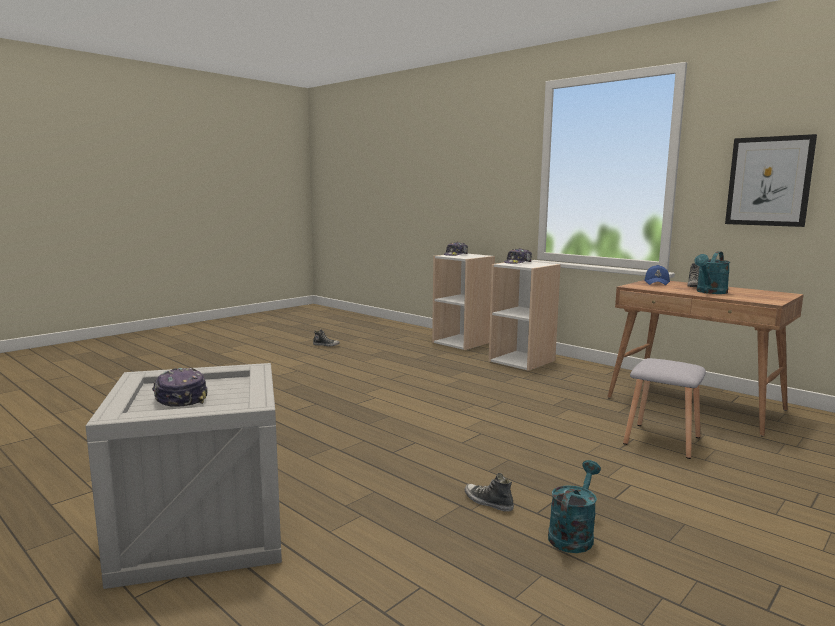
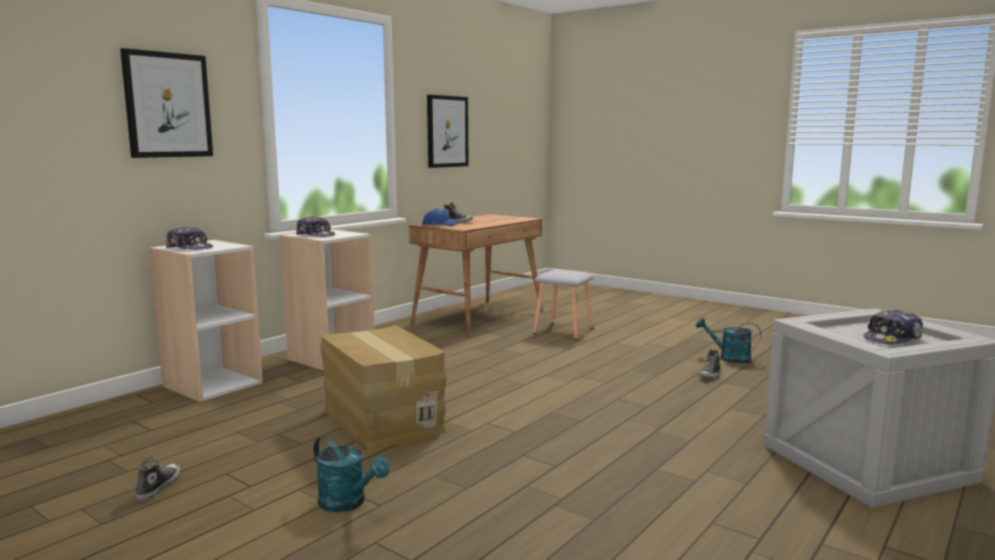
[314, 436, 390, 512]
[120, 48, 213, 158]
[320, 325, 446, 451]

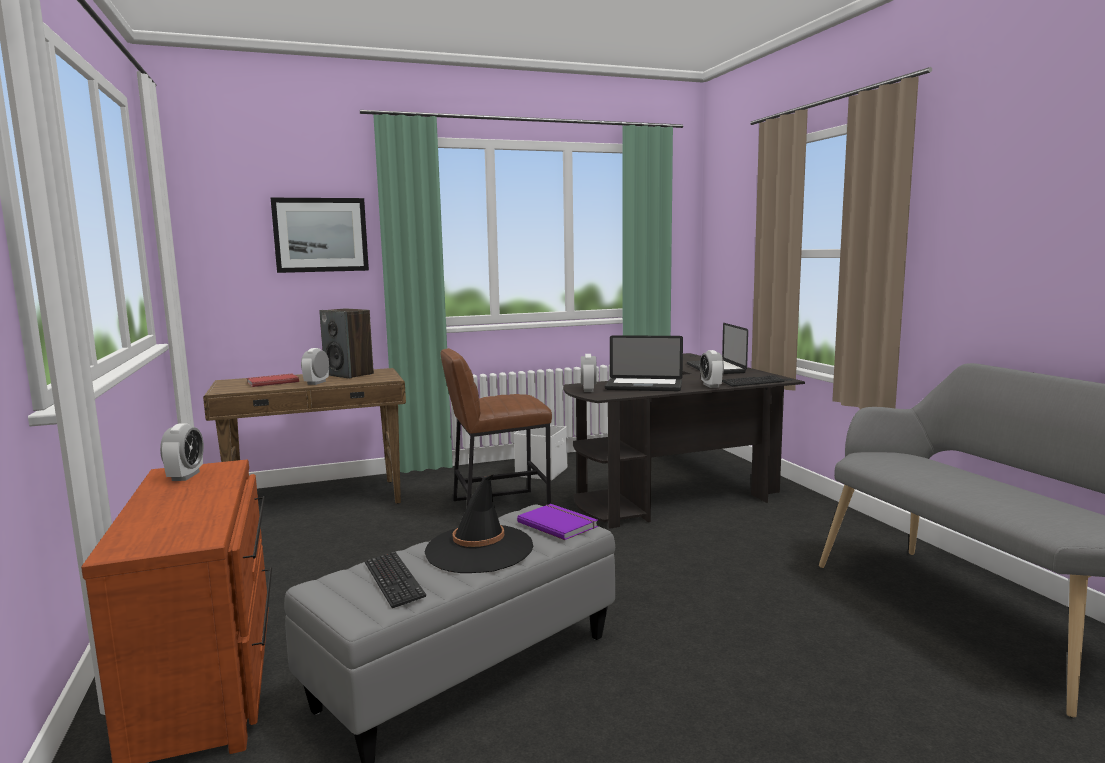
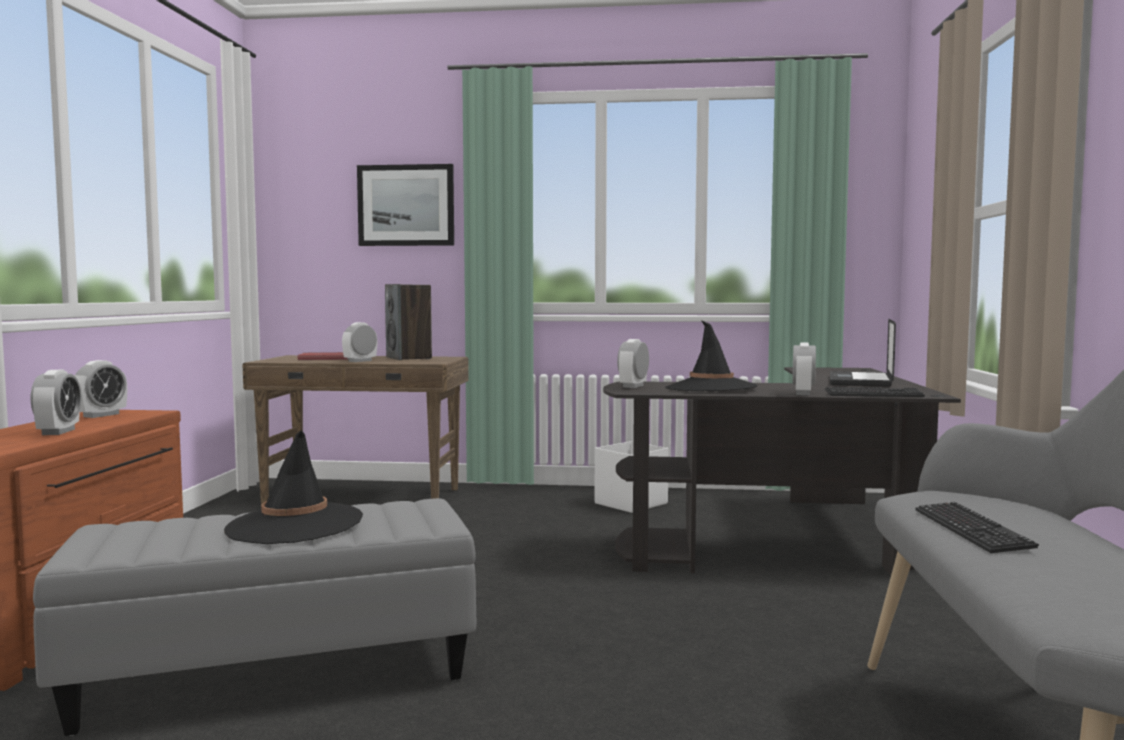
[915, 502, 1039, 553]
[440, 348, 552, 508] (first image)
[517, 504, 598, 540] (first image)
[665, 320, 758, 391]
[31, 370, 81, 435]

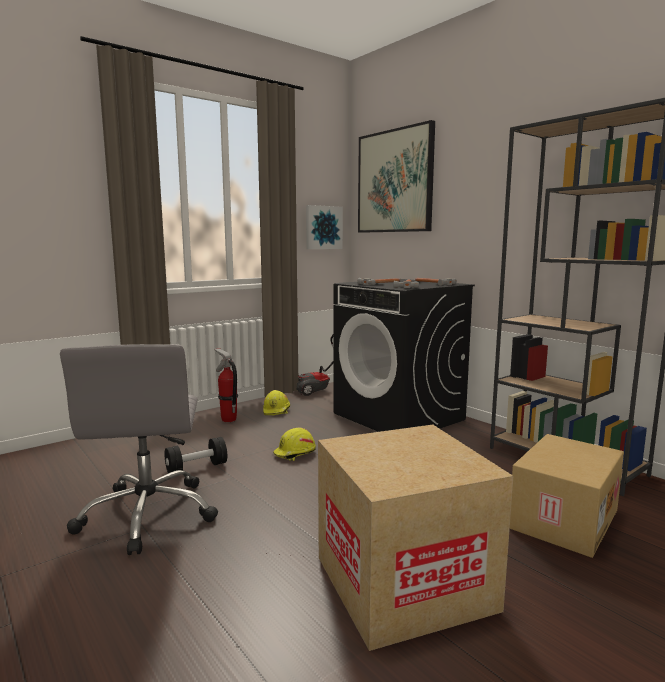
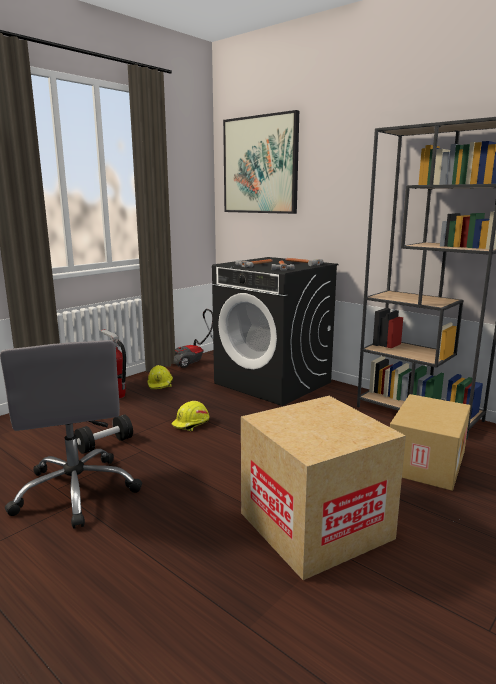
[306, 205, 343, 249] (first image)

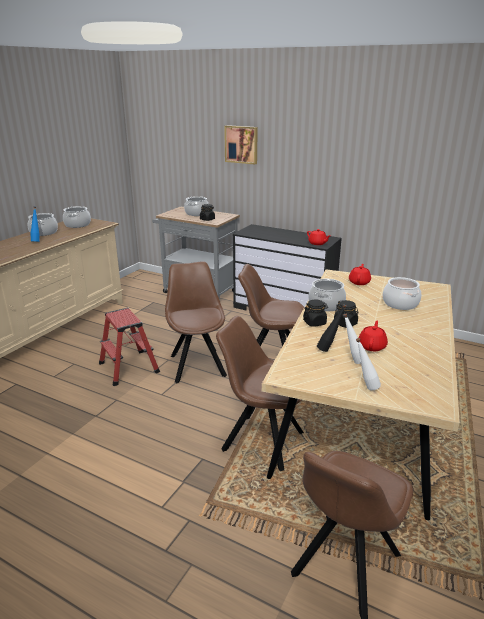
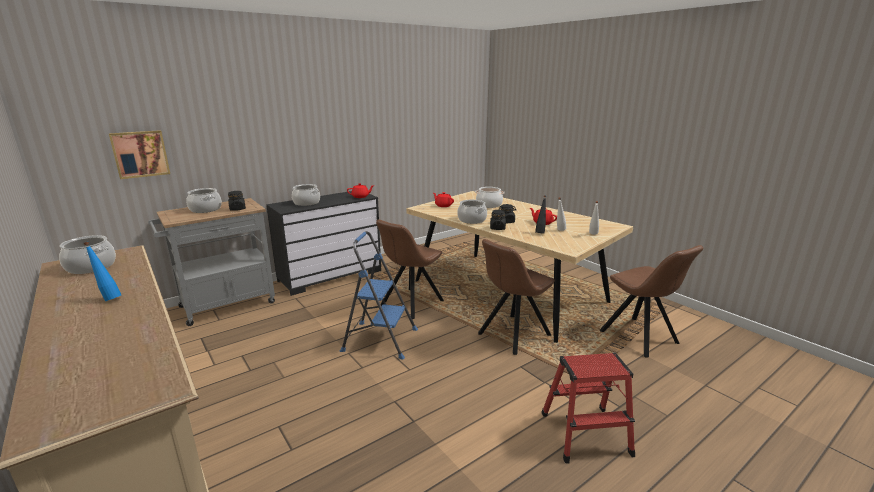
[292, 184, 320, 206]
[542, 352, 635, 464]
[340, 231, 418, 360]
[109, 130, 170, 179]

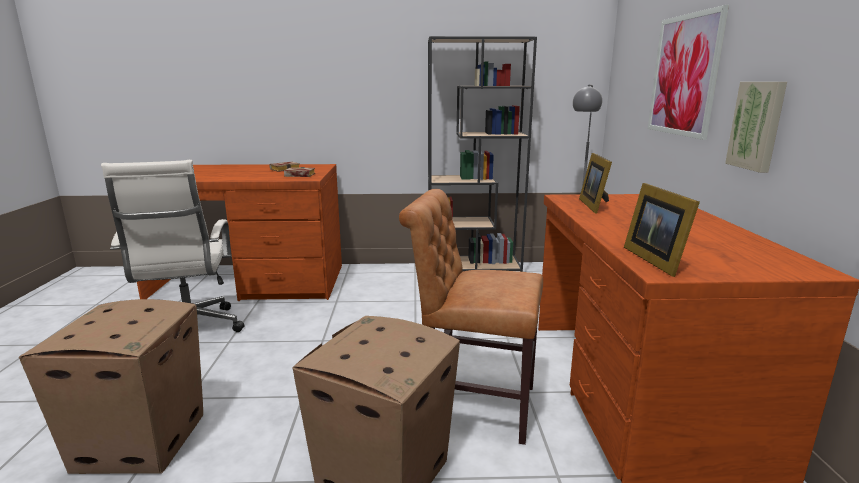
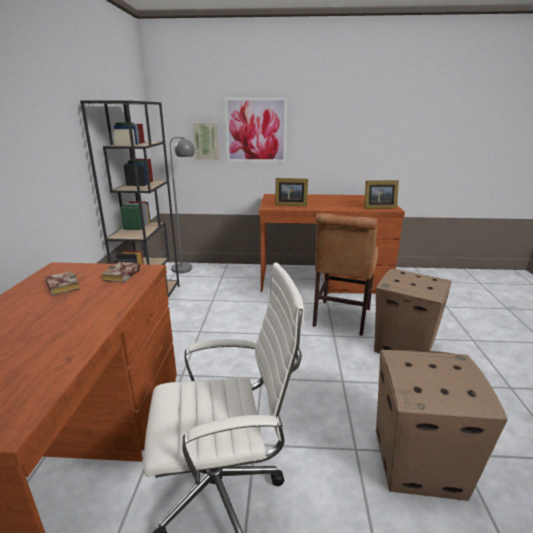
[193, 123, 219, 160]

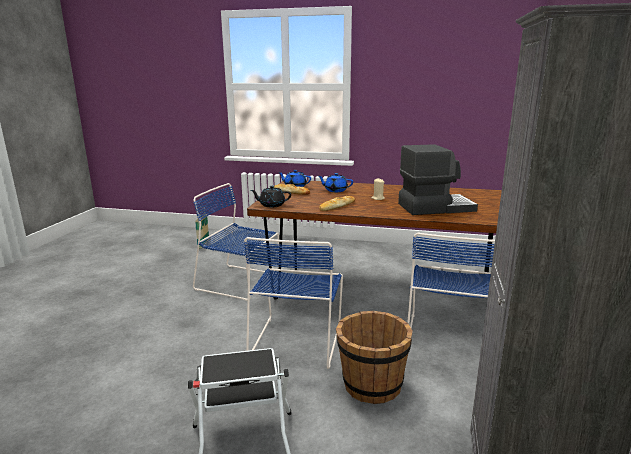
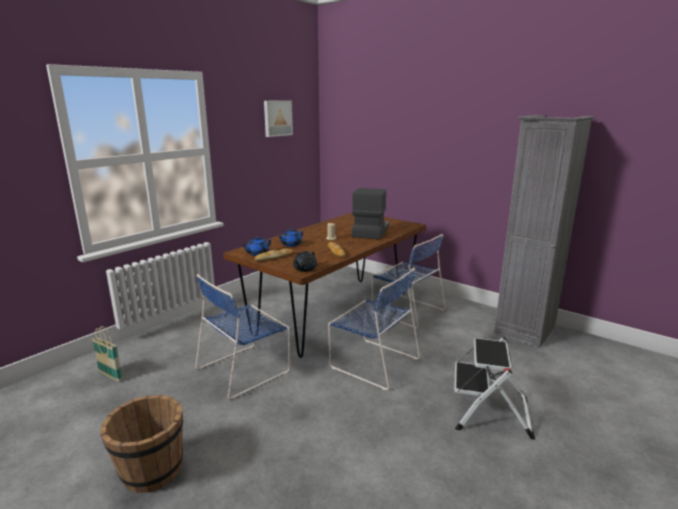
[100, 395, 183, 493]
[264, 100, 293, 137]

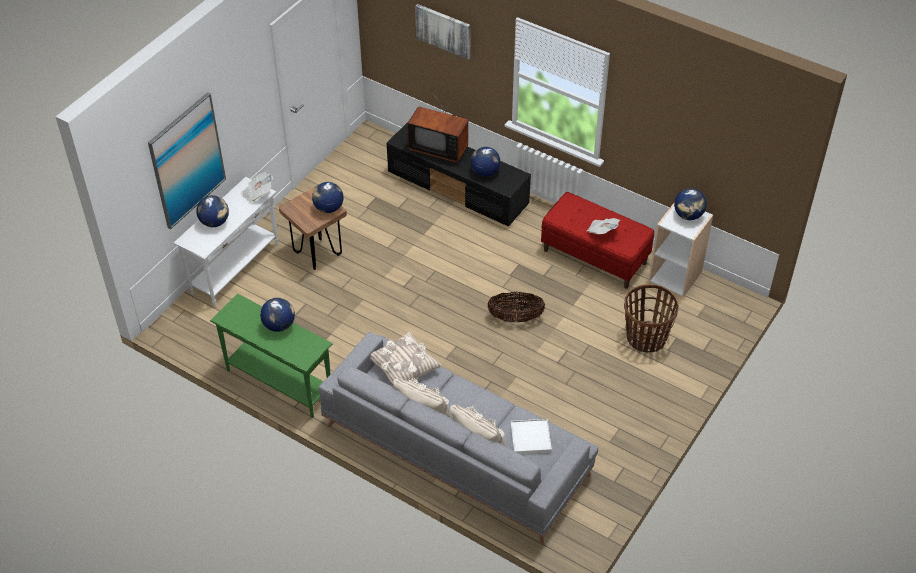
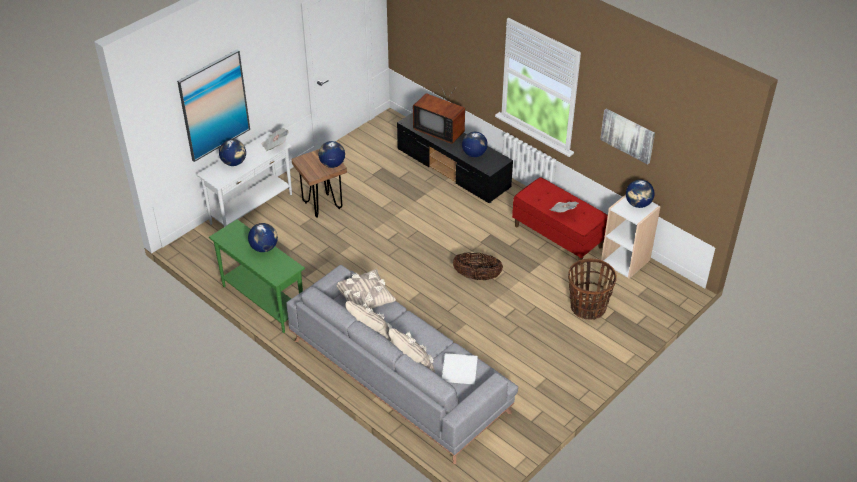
[600, 108, 655, 165]

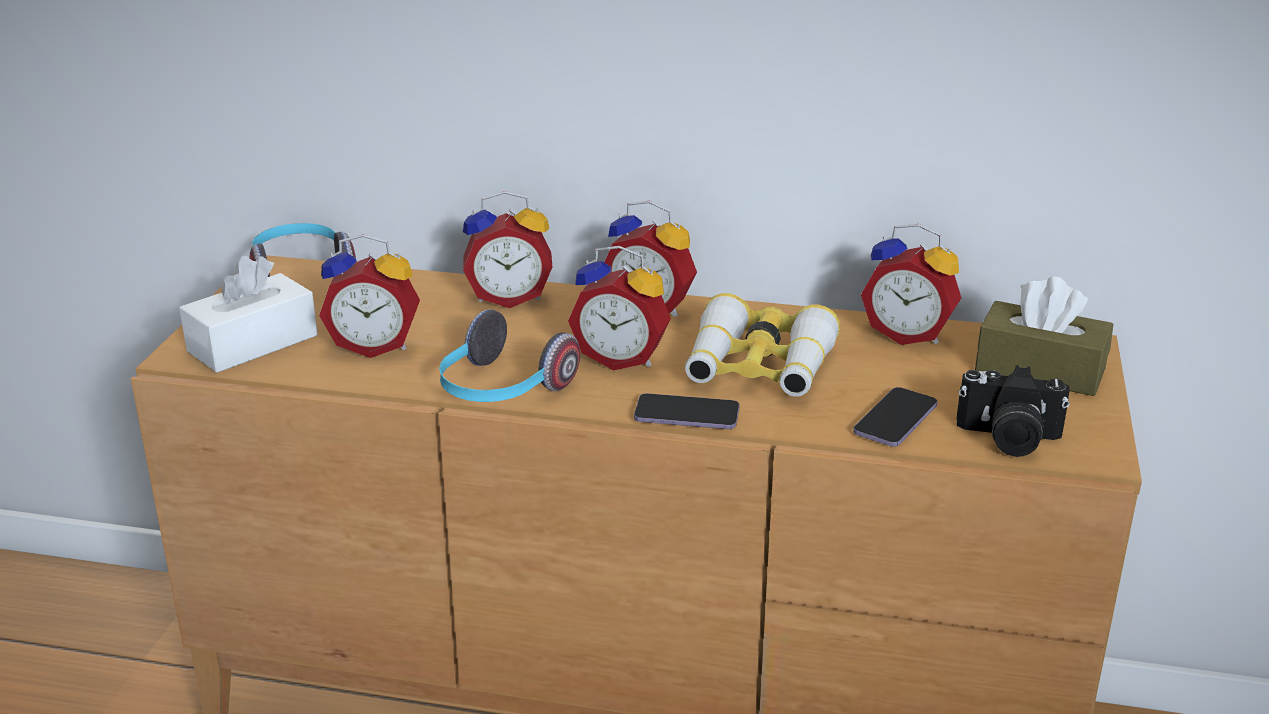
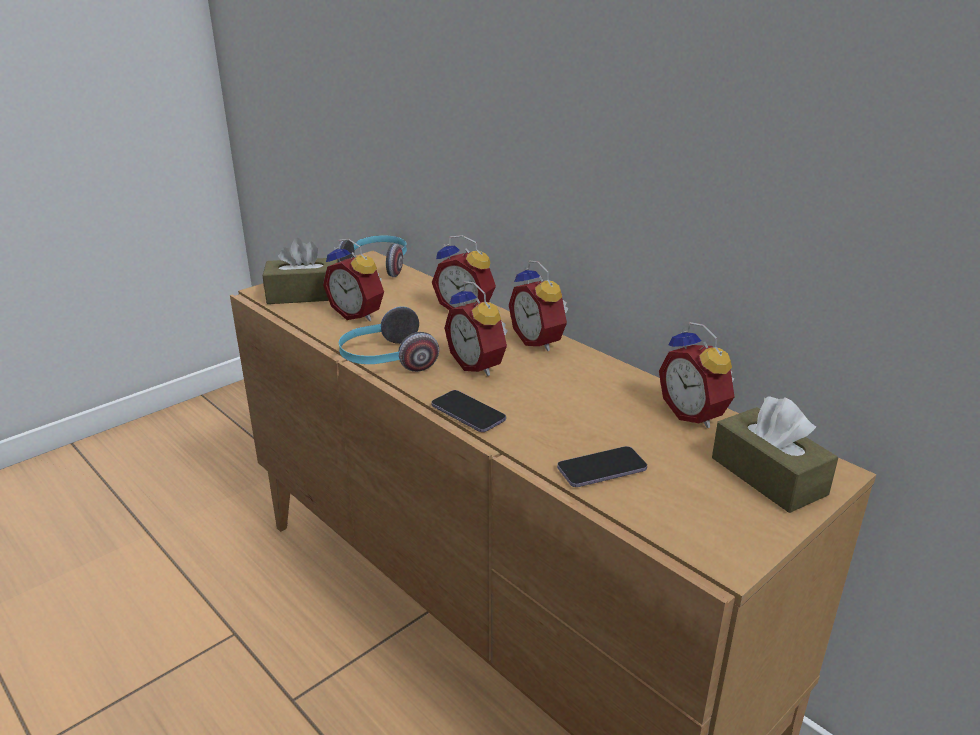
[263, 238, 338, 304]
[685, 293, 840, 397] (first image)
[956, 365, 1070, 457] (first image)

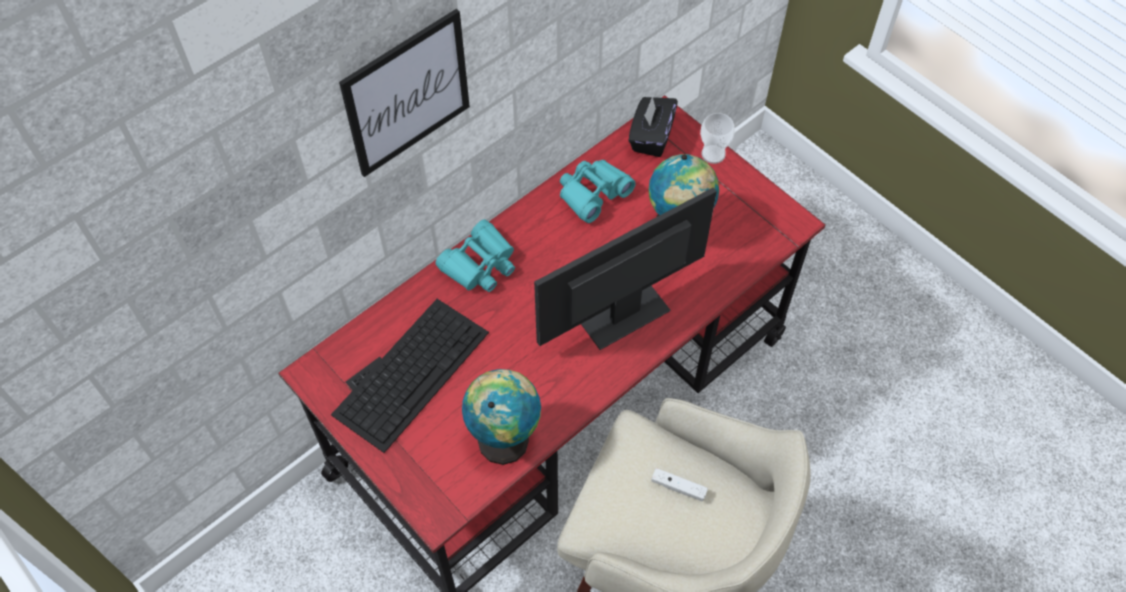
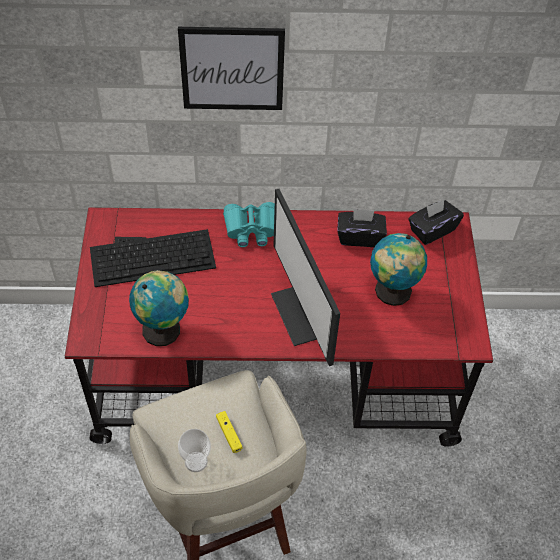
[271, 189, 340, 366]
[337, 208, 387, 247]
[216, 411, 243, 453]
[178, 429, 211, 472]

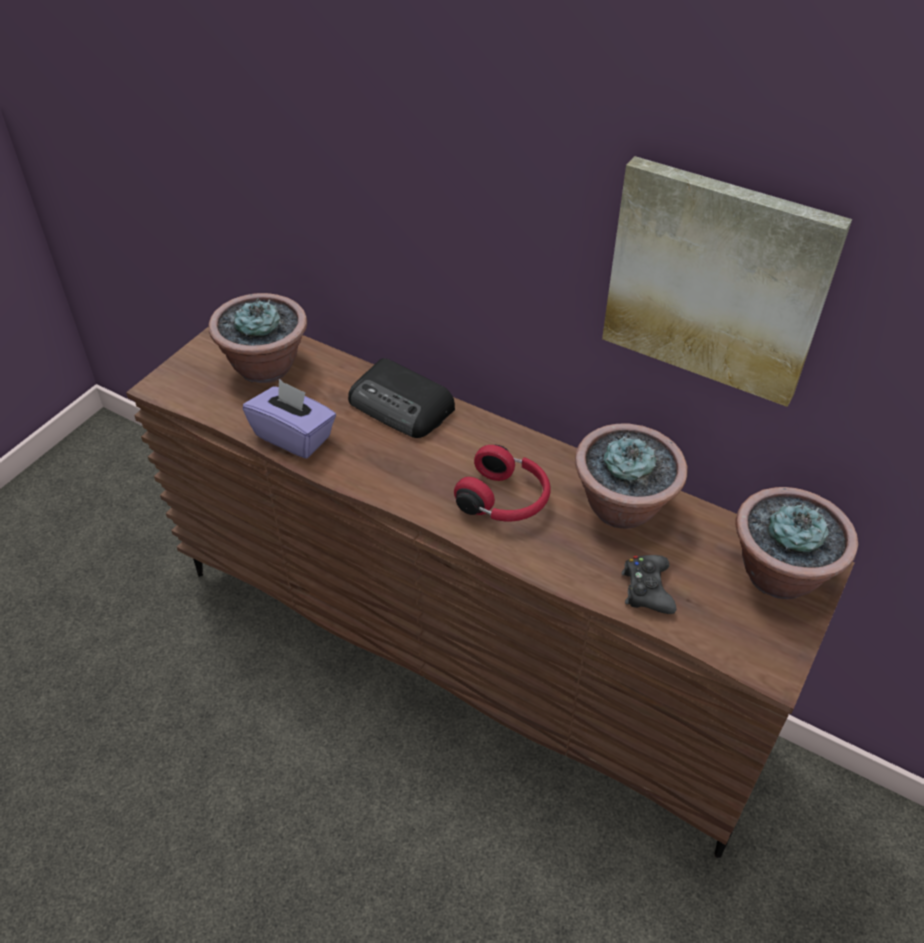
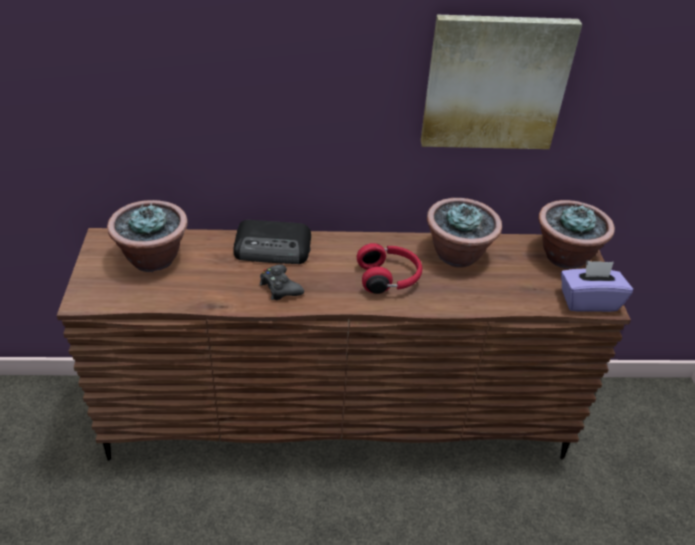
[561, 260, 633, 312]
[260, 264, 304, 300]

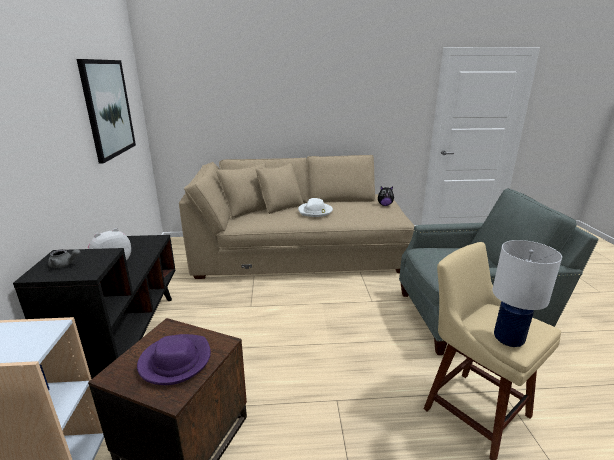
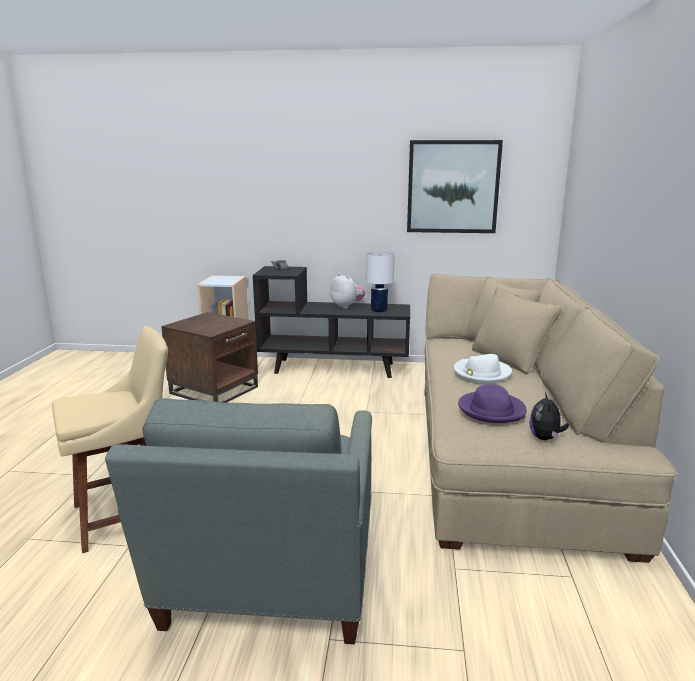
[458, 384, 526, 423]
[366, 252, 394, 312]

